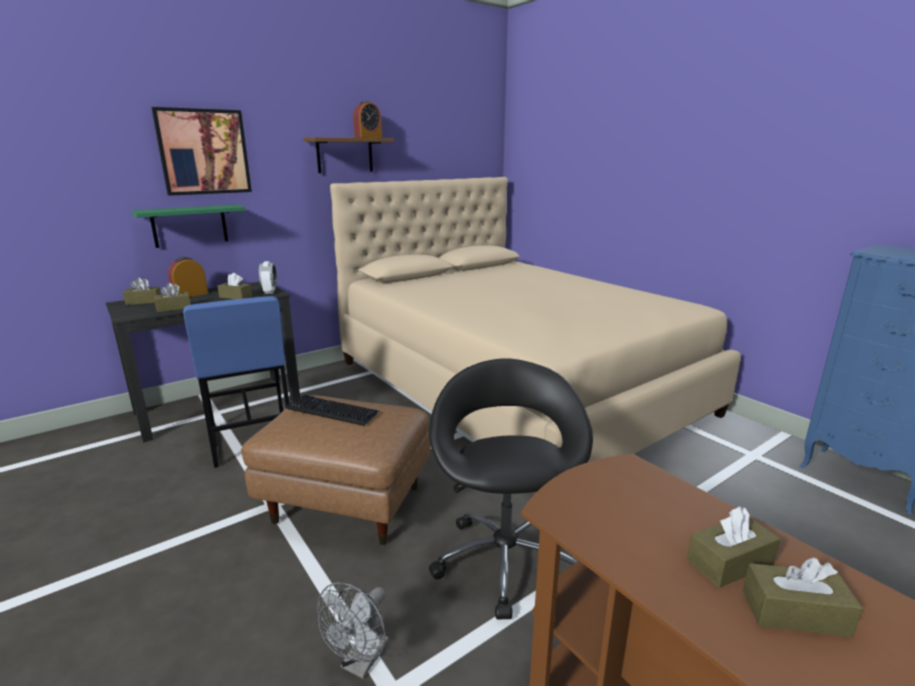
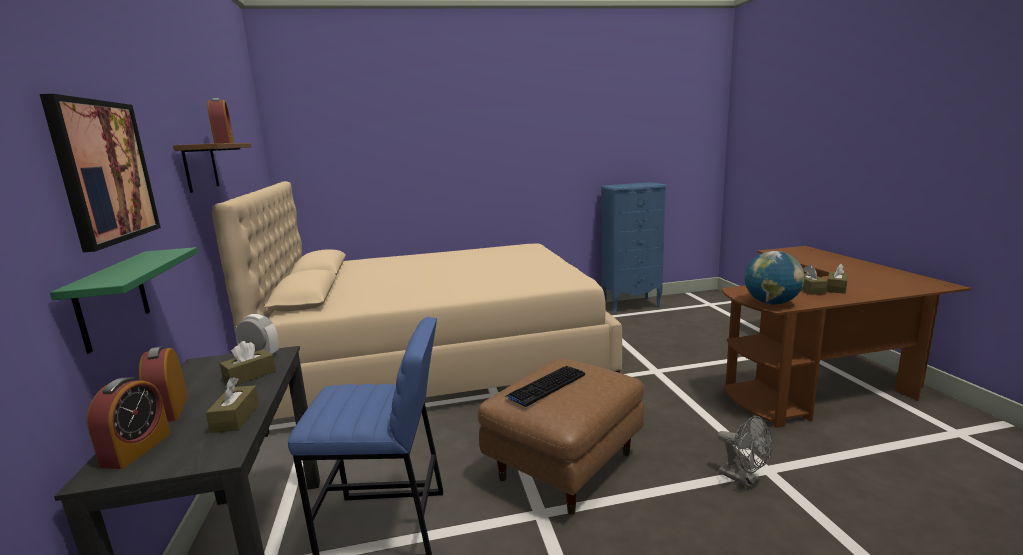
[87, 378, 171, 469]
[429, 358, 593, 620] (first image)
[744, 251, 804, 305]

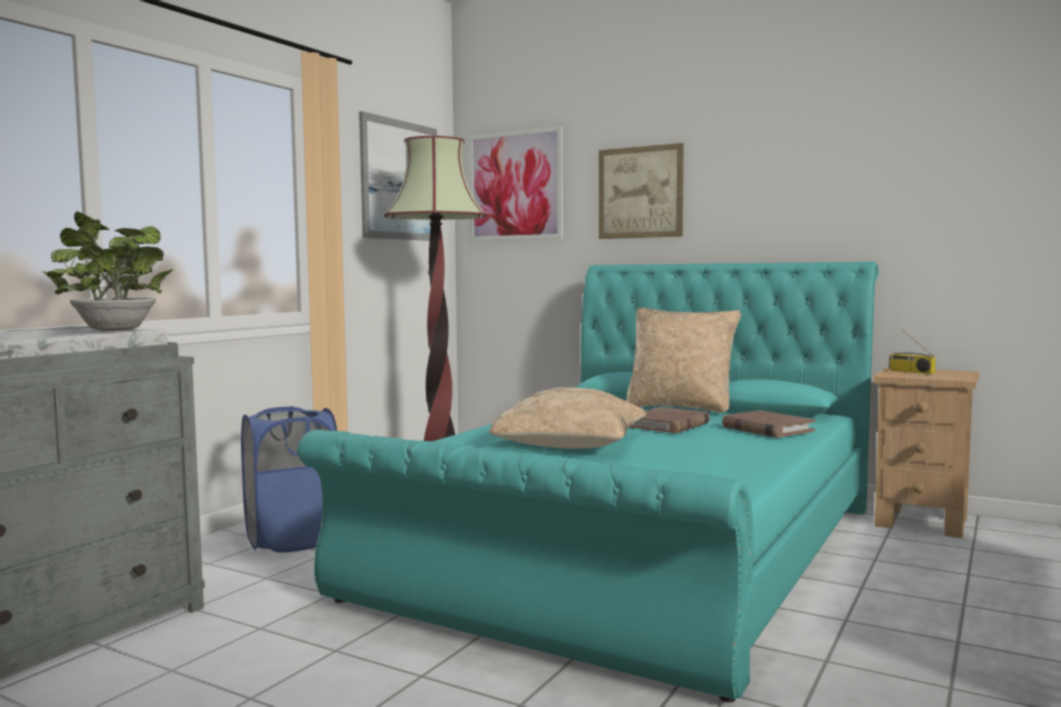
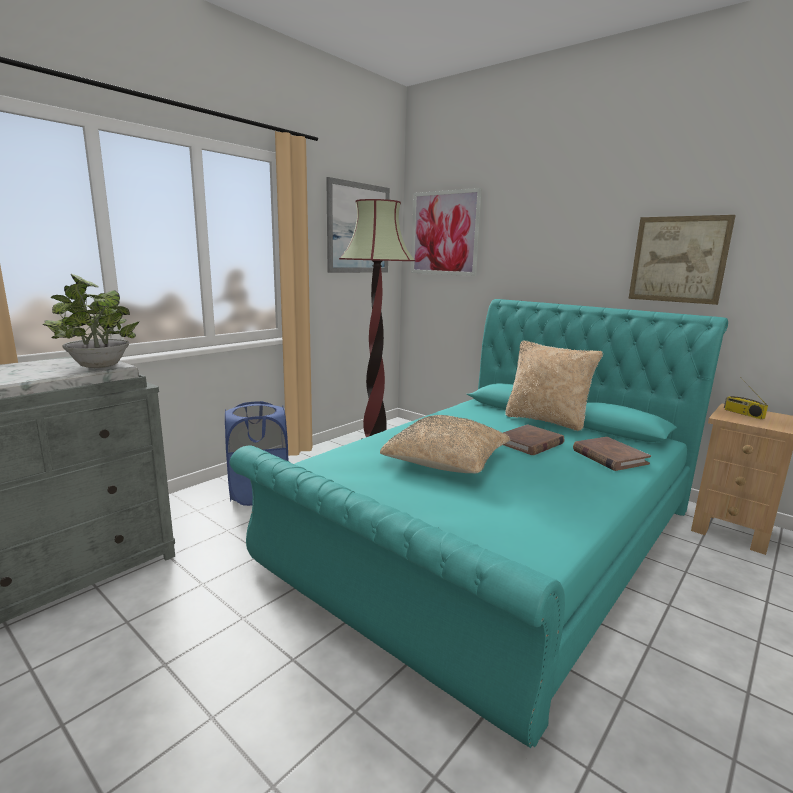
[628, 215, 736, 305]

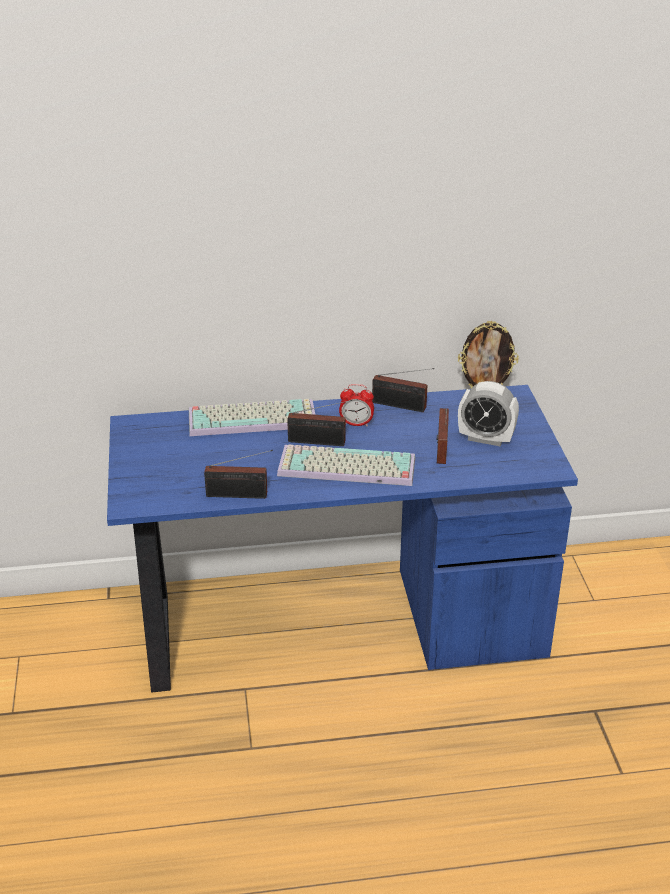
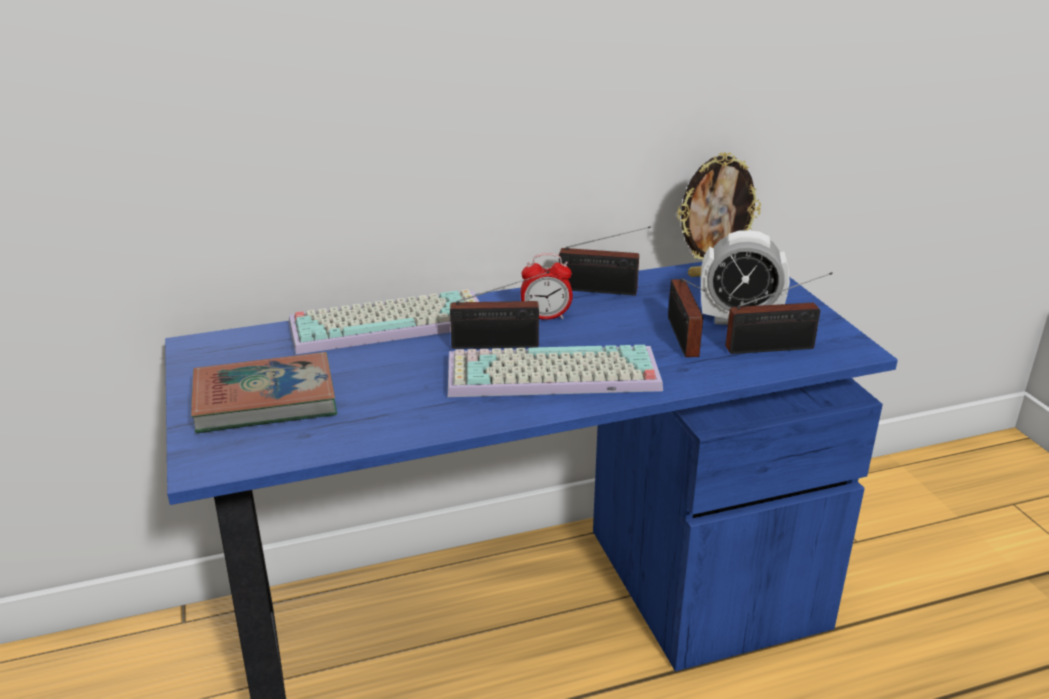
[726, 272, 832, 354]
[191, 352, 337, 433]

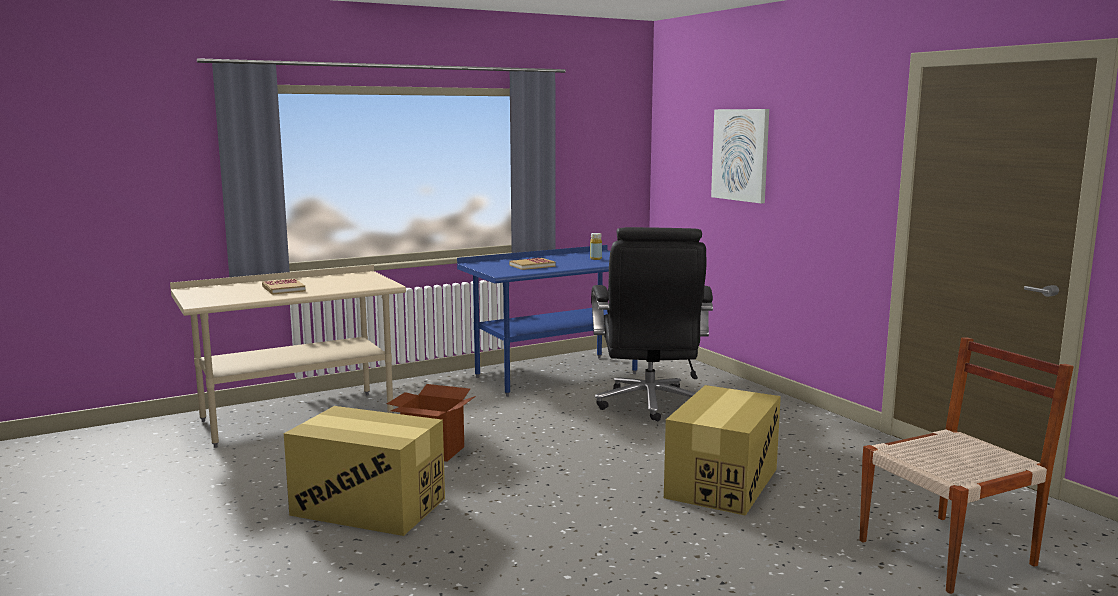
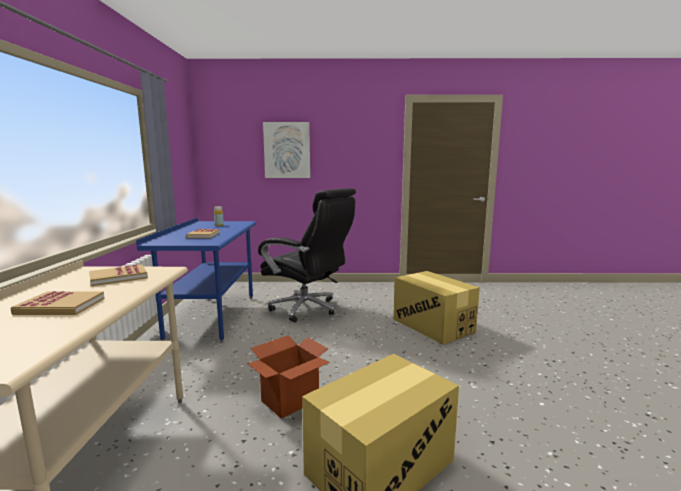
[859, 337, 1074, 594] (first image)
[89, 264, 148, 286]

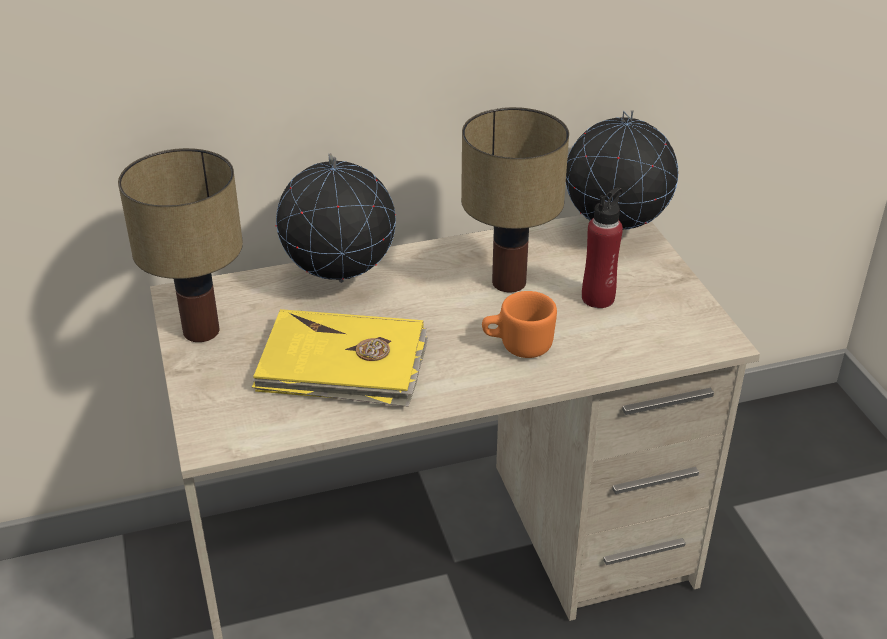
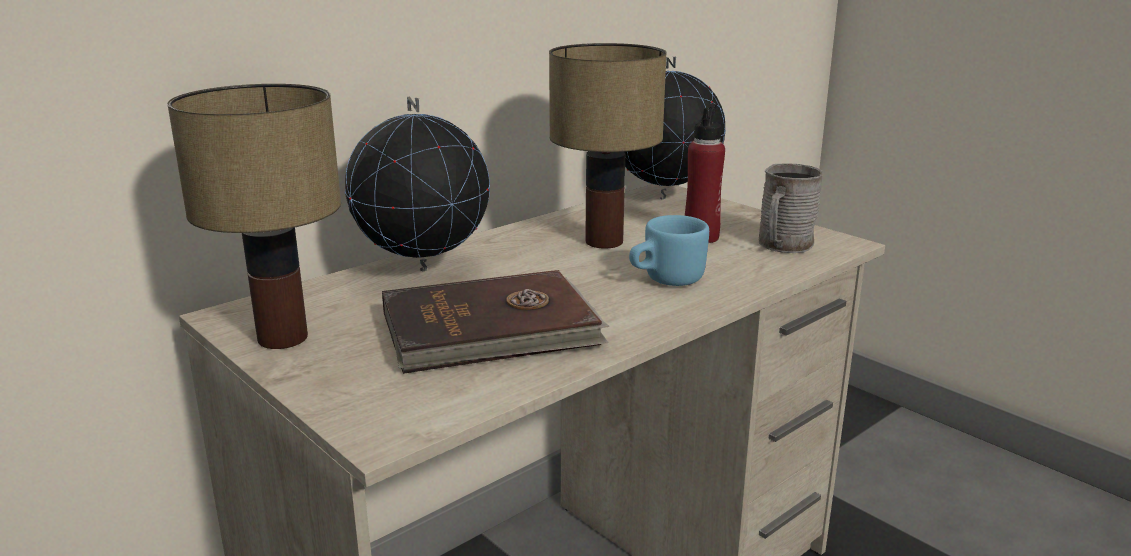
[382, 270, 609, 374]
[629, 215, 709, 286]
[759, 163, 823, 253]

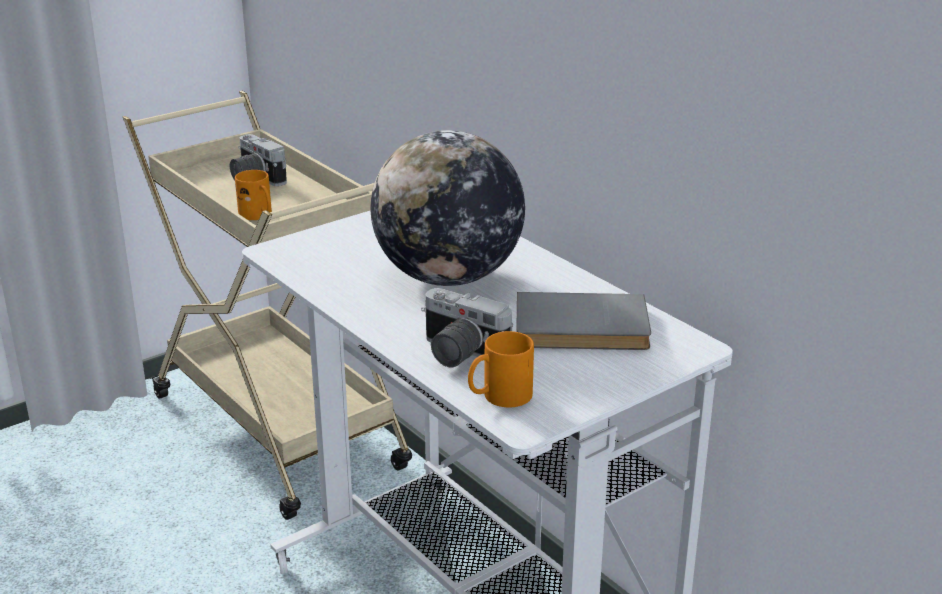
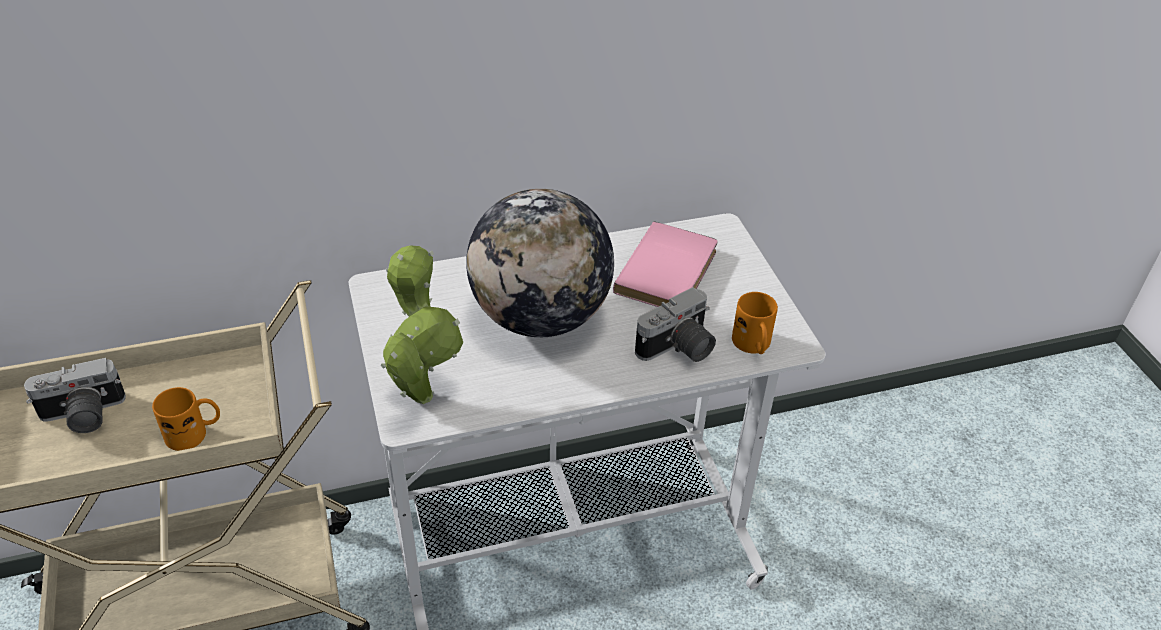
[613, 221, 717, 307]
[381, 245, 463, 404]

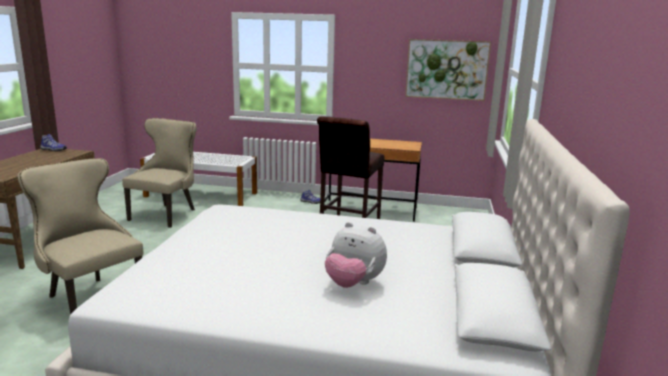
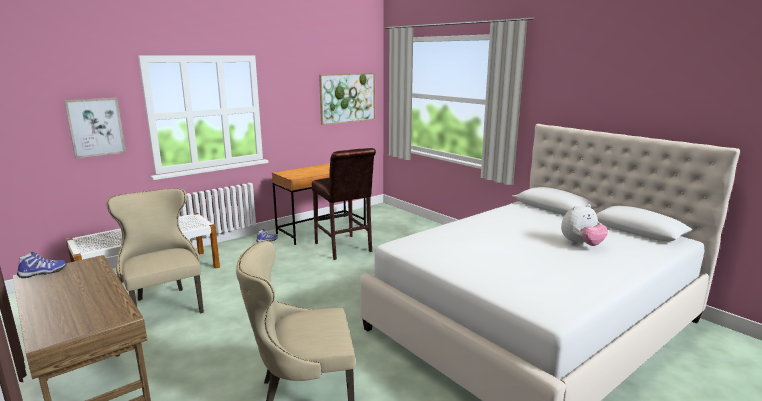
[64, 98, 126, 158]

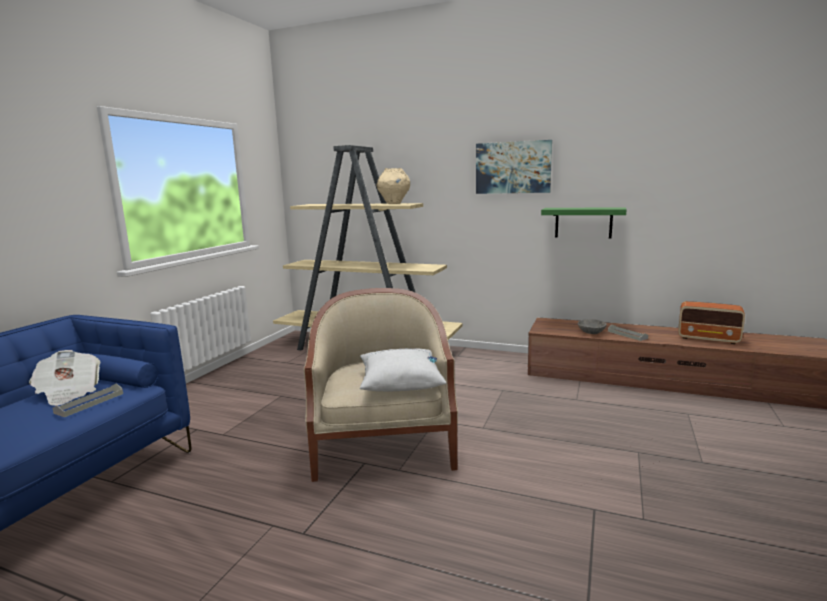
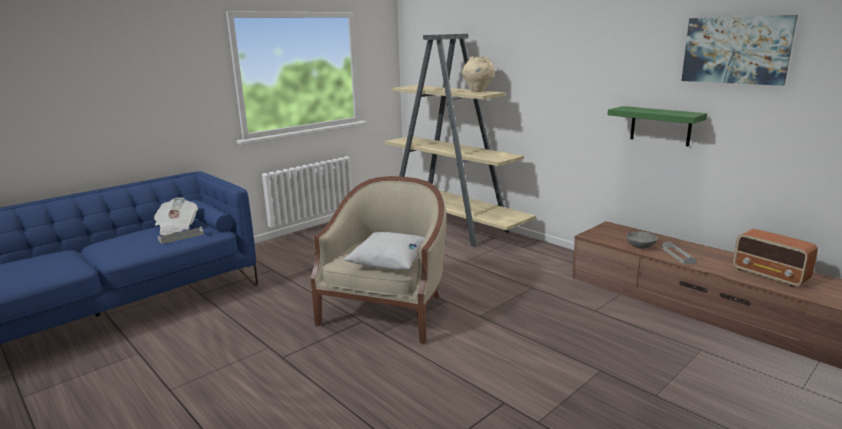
[681, 15, 798, 86]

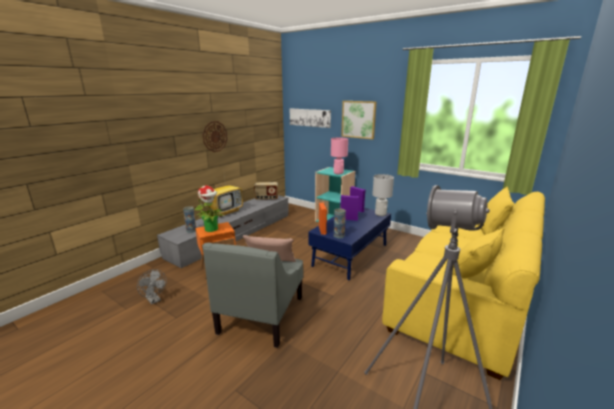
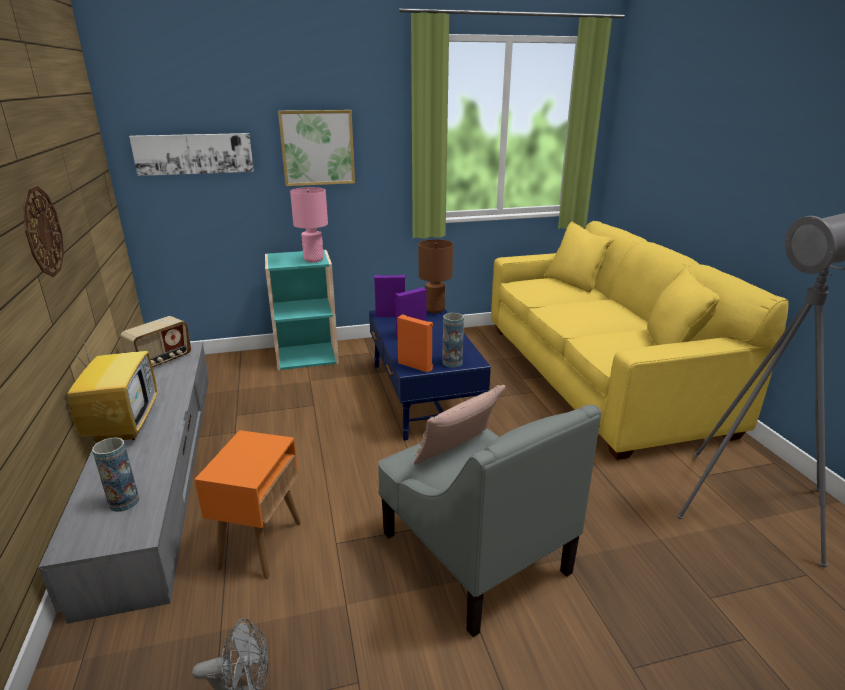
[194, 185, 224, 232] (first image)
[419, 239, 453, 313]

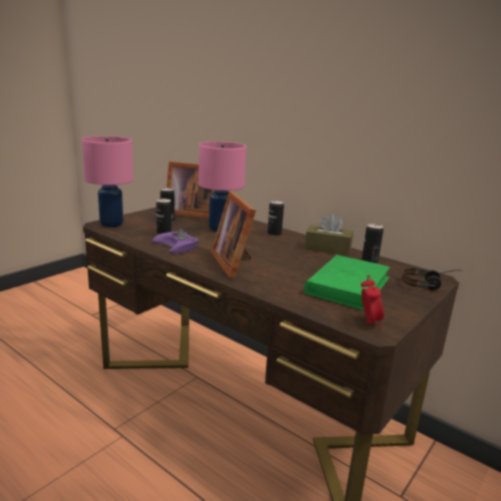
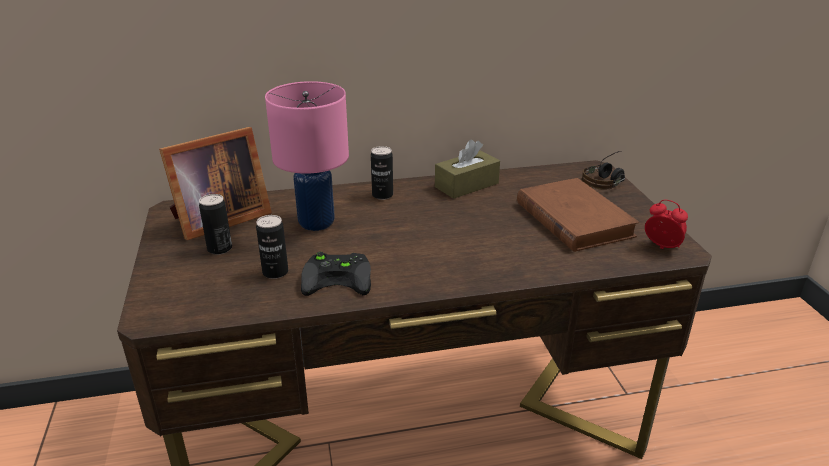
[82, 136, 133, 227] (first image)
[301, 252, 371, 296]
[211, 191, 256, 279] (first image)
[517, 178, 640, 252]
[362, 223, 383, 263] (first image)

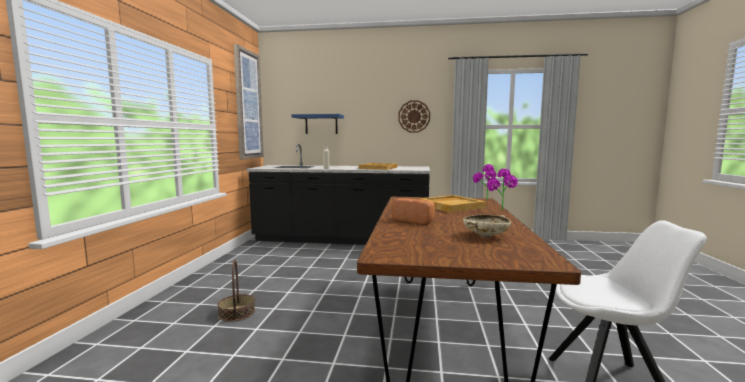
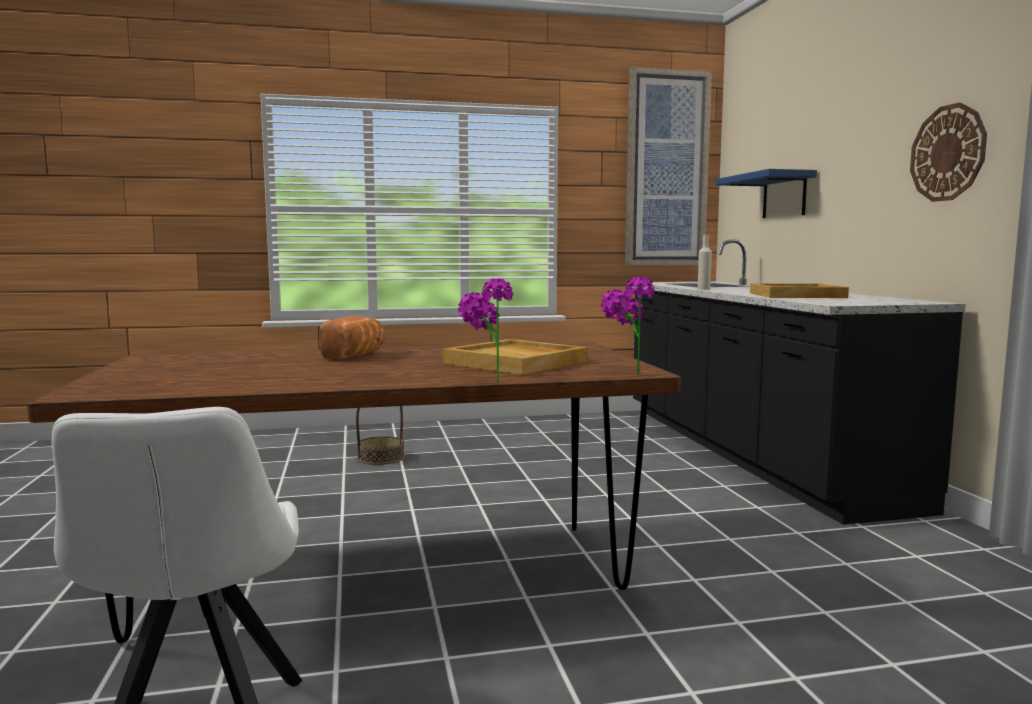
[463, 215, 511, 238] (first image)

